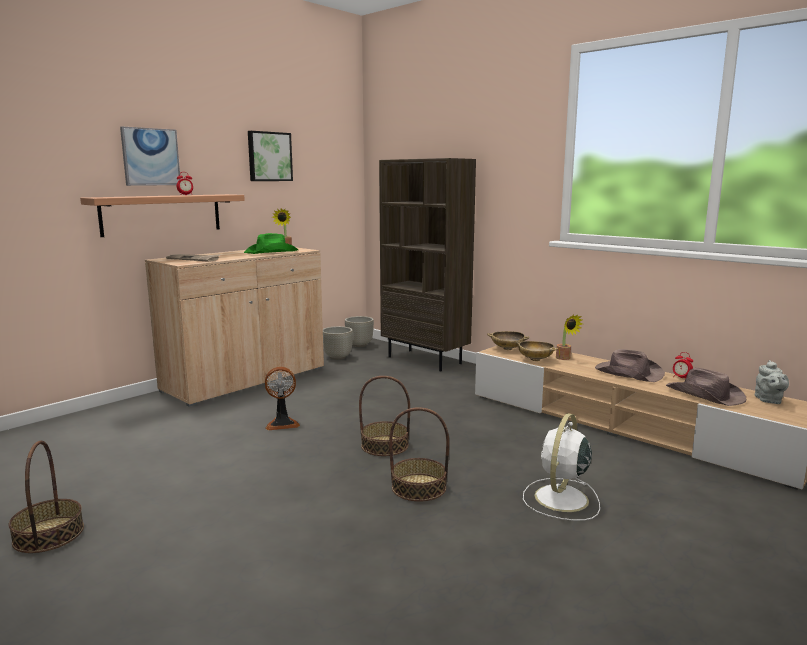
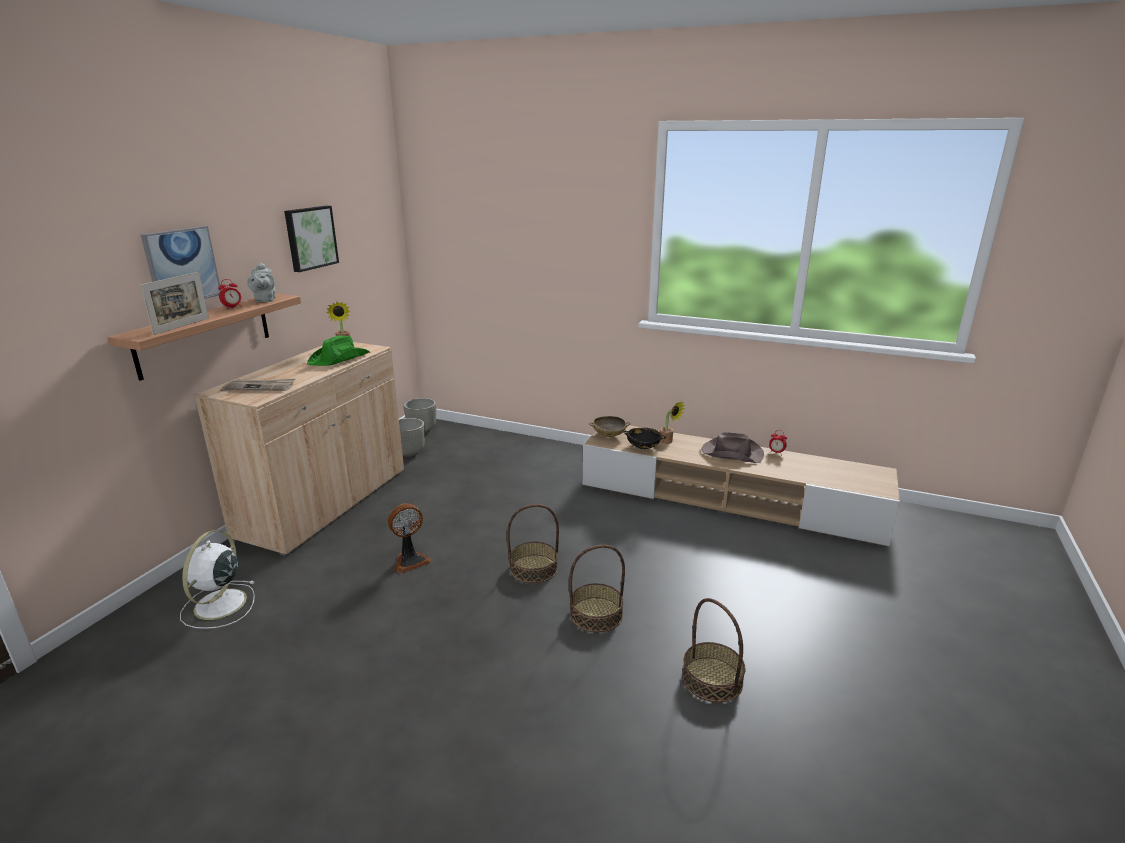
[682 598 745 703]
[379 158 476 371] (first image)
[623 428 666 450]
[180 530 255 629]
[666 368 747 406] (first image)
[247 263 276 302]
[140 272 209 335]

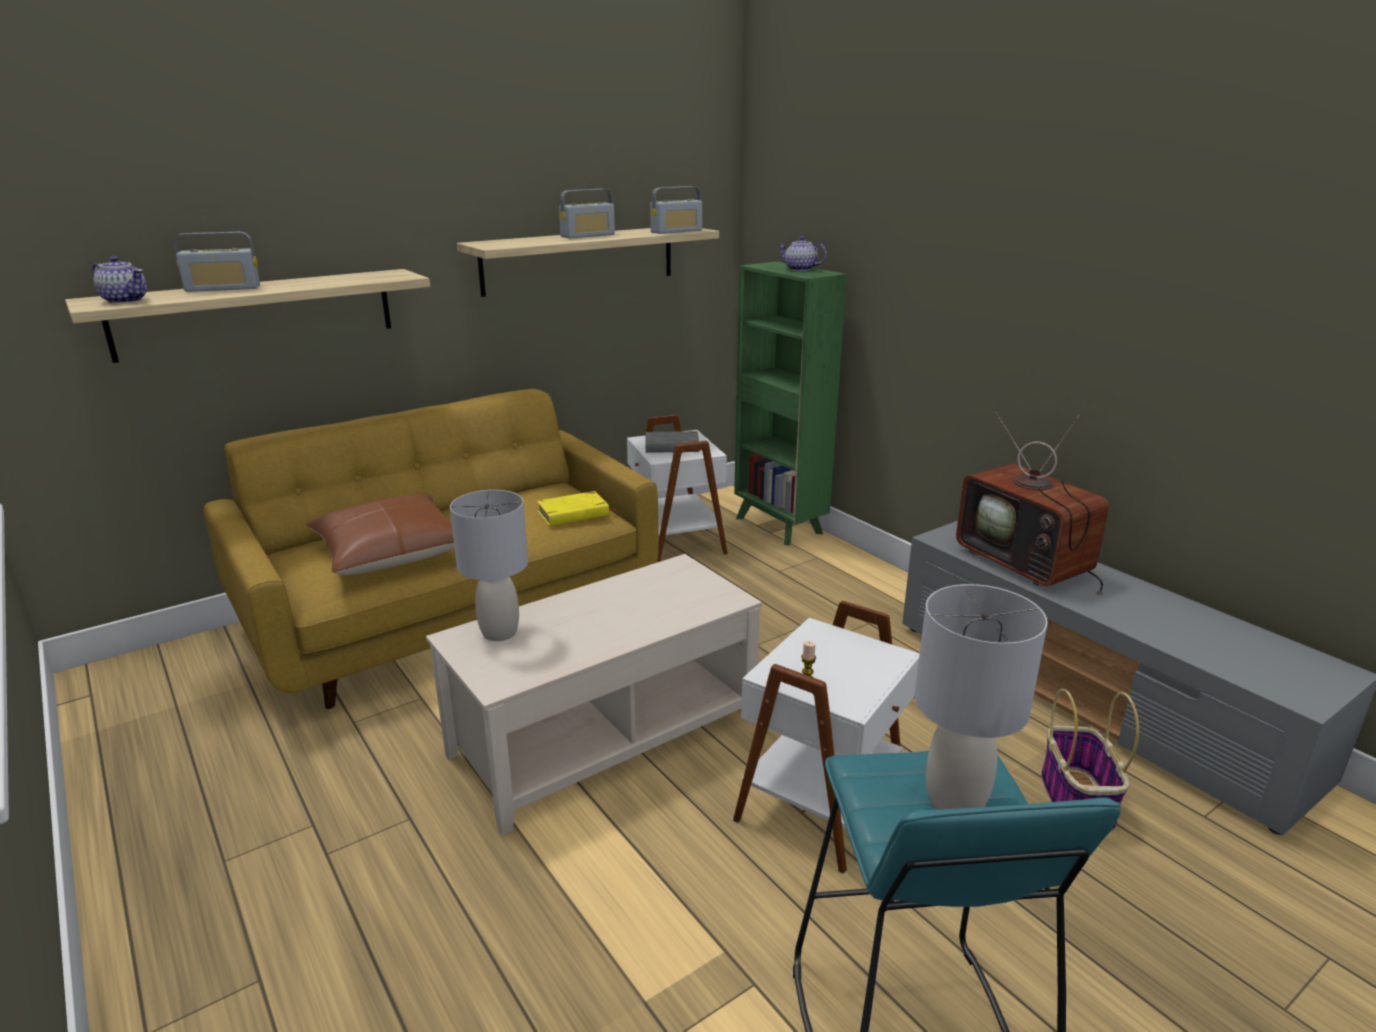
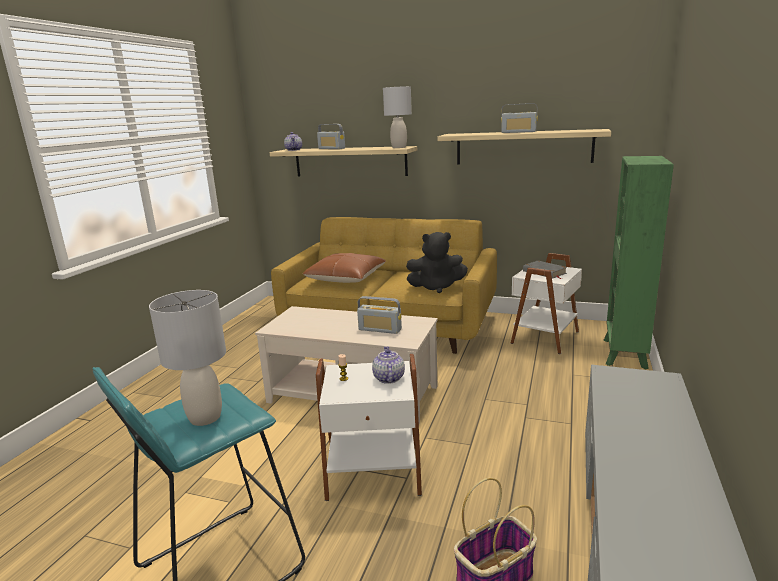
[383 86 412 148]
[406 232 468 293]
[357 296 402 334]
[372 346 405 384]
[956 412 1109 596] (first image)

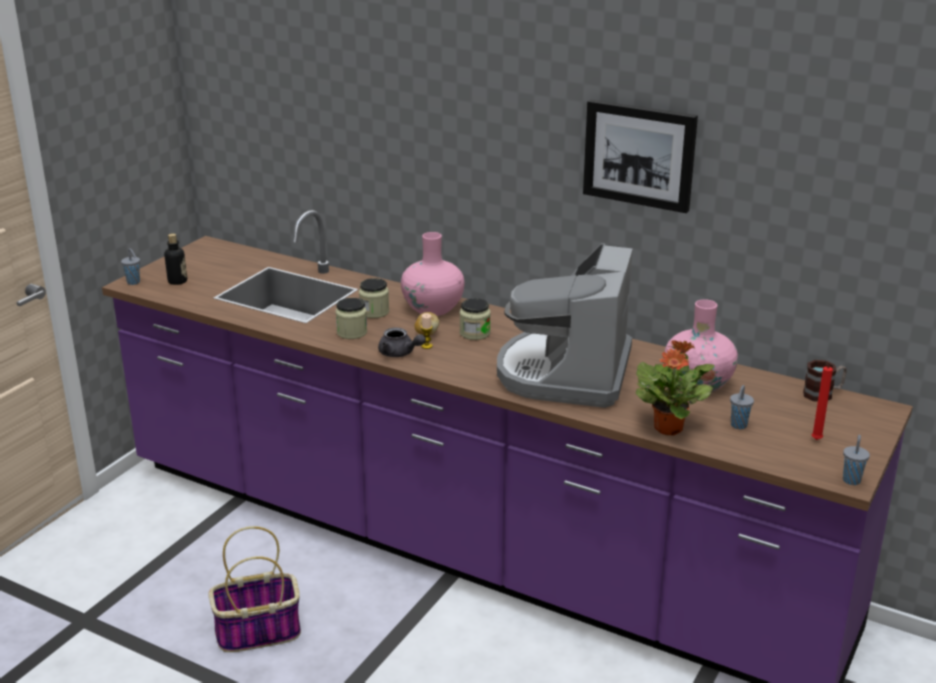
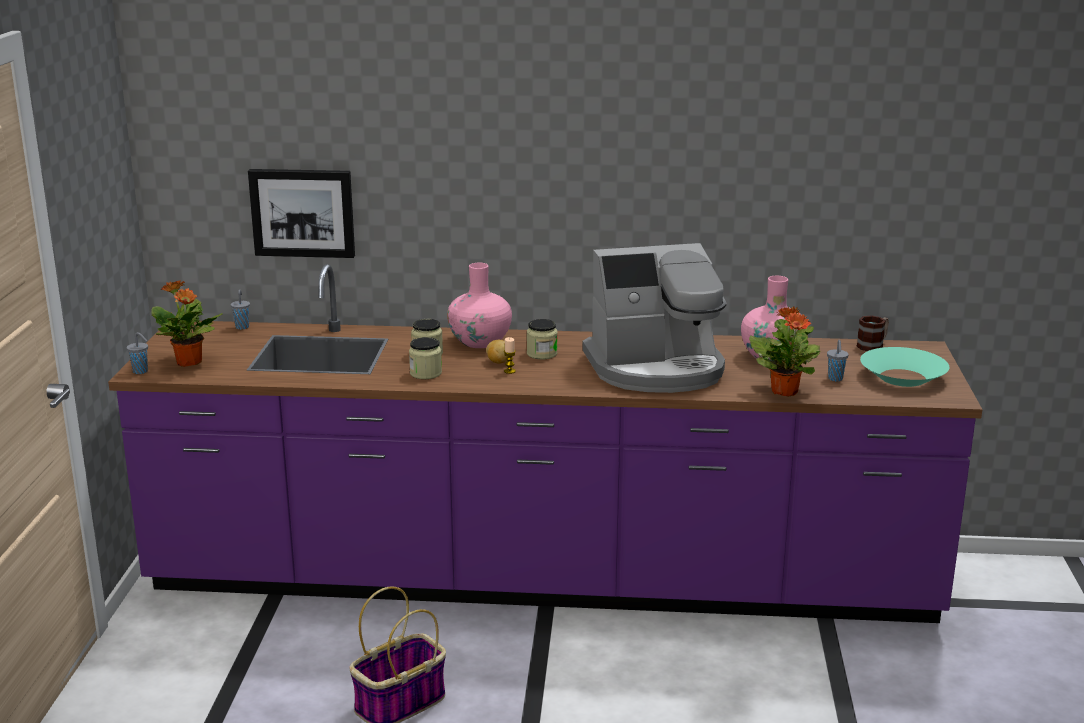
[151 280 223 367]
[378 328 426 357] (first image)
[582 243 727 393]
[248 169 355 258]
[860 347 949 387]
[231 289 250 330]

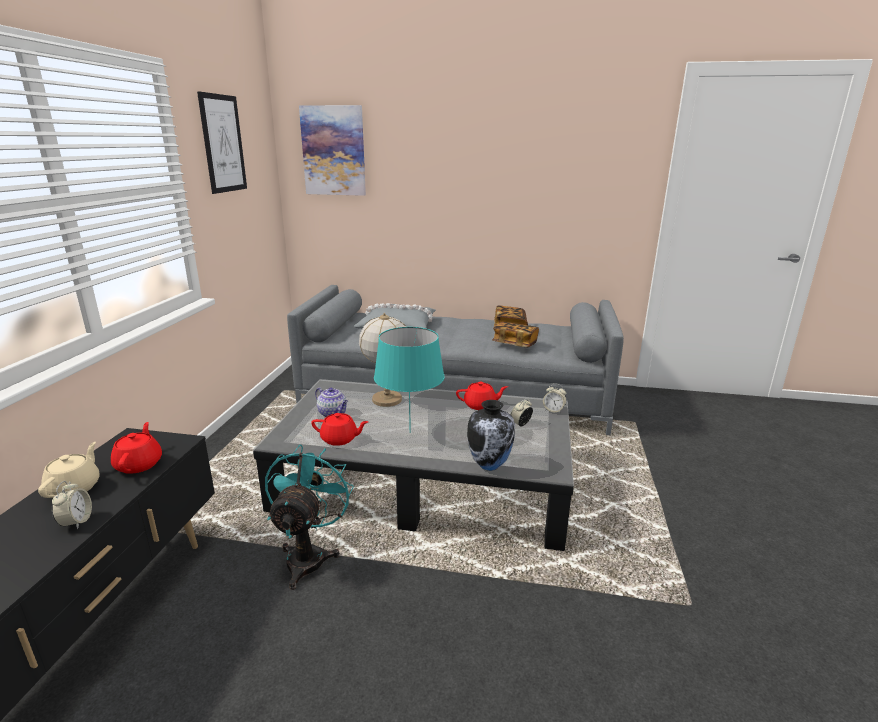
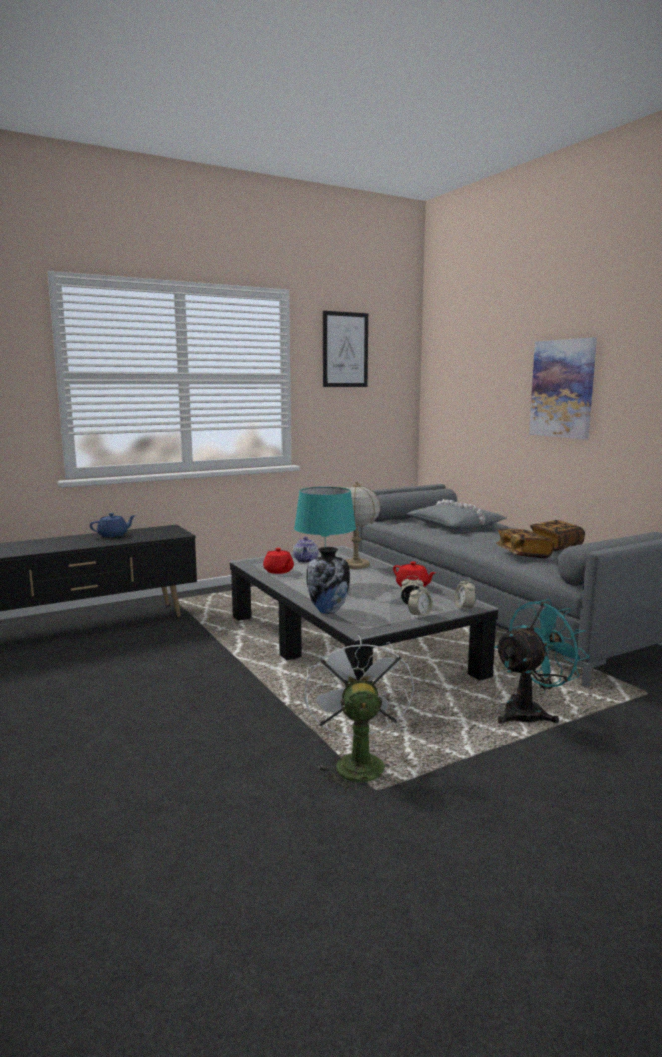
[90 513 136 537]
[408 583 432 619]
[111 422 162 474] (first image)
[494 599 589 724]
[529 337 597 439]
[304 634 414 793]

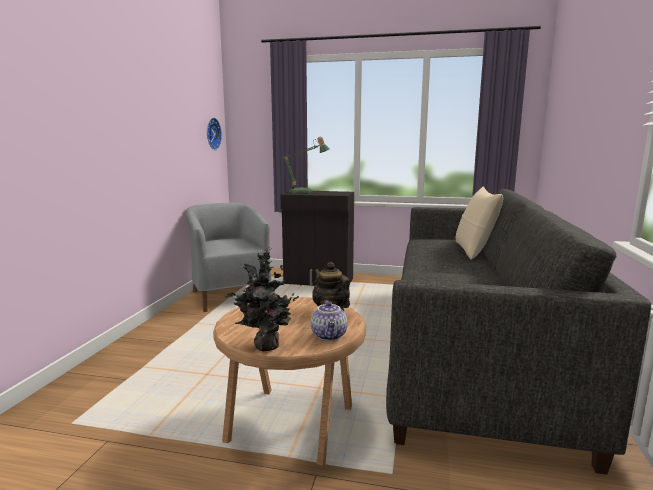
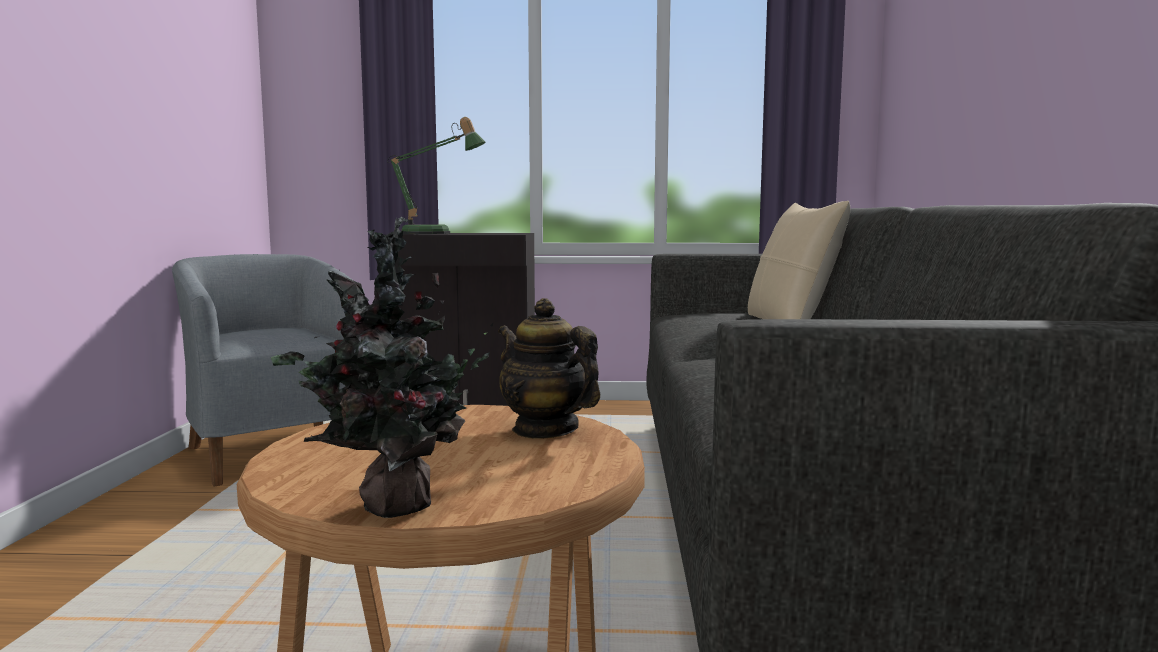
[207 118 222 150] (first image)
[311 300 348 341] (first image)

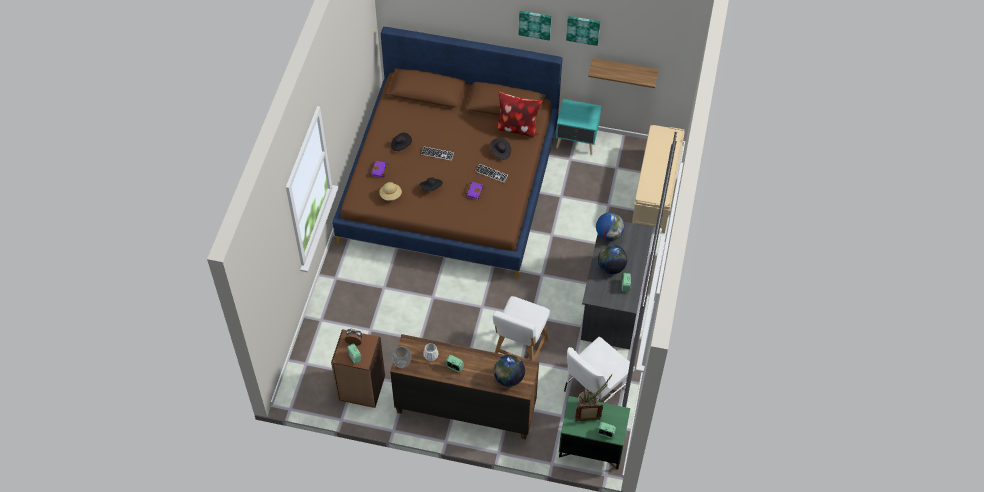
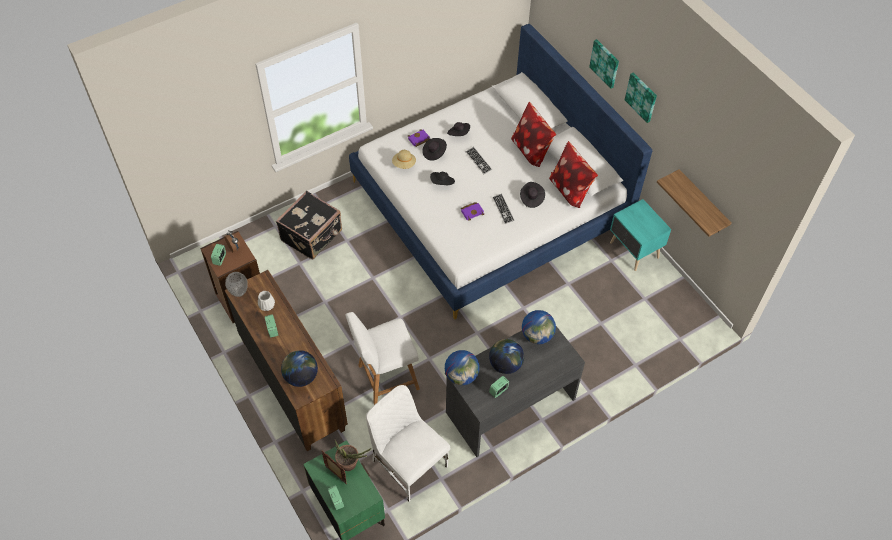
[349 24 652 319]
[366 385 450 502]
[589 39 619 89]
[632 125 685 233] (first image)
[276 191 342 259]
[422 138 447 161]
[445 350 480 385]
[511 102 556 167]

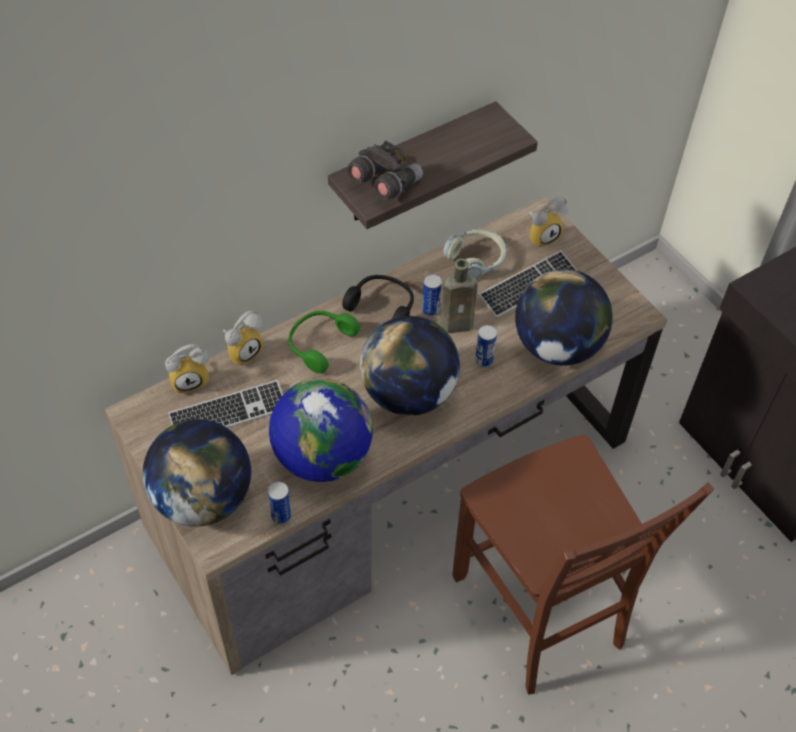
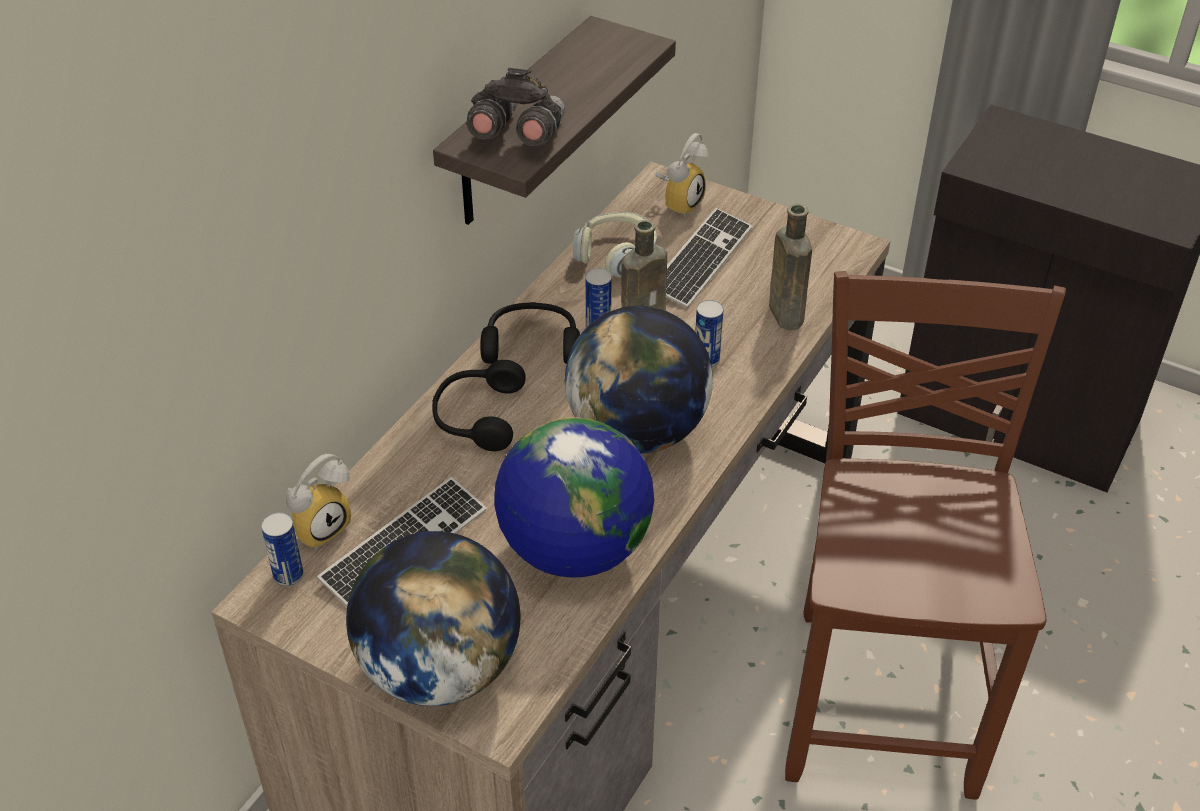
[223 310 263 366] (first image)
[261 512 303 586]
[433 360 526 451]
[785 271 1066 800]
[769 204 812 330]

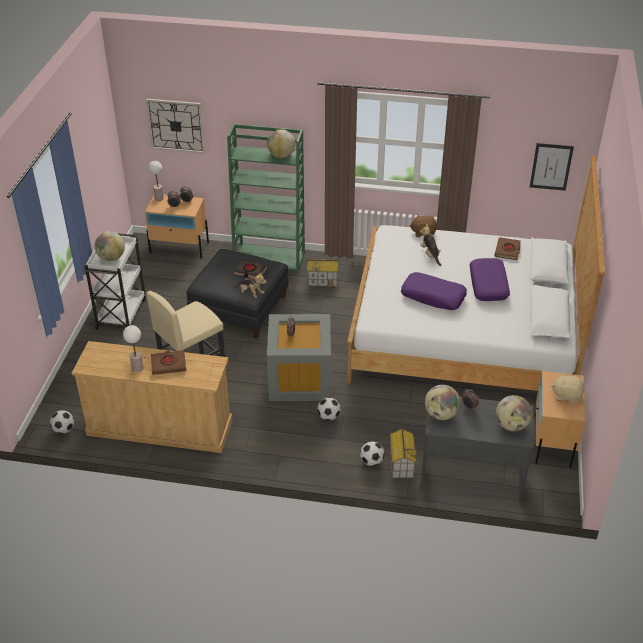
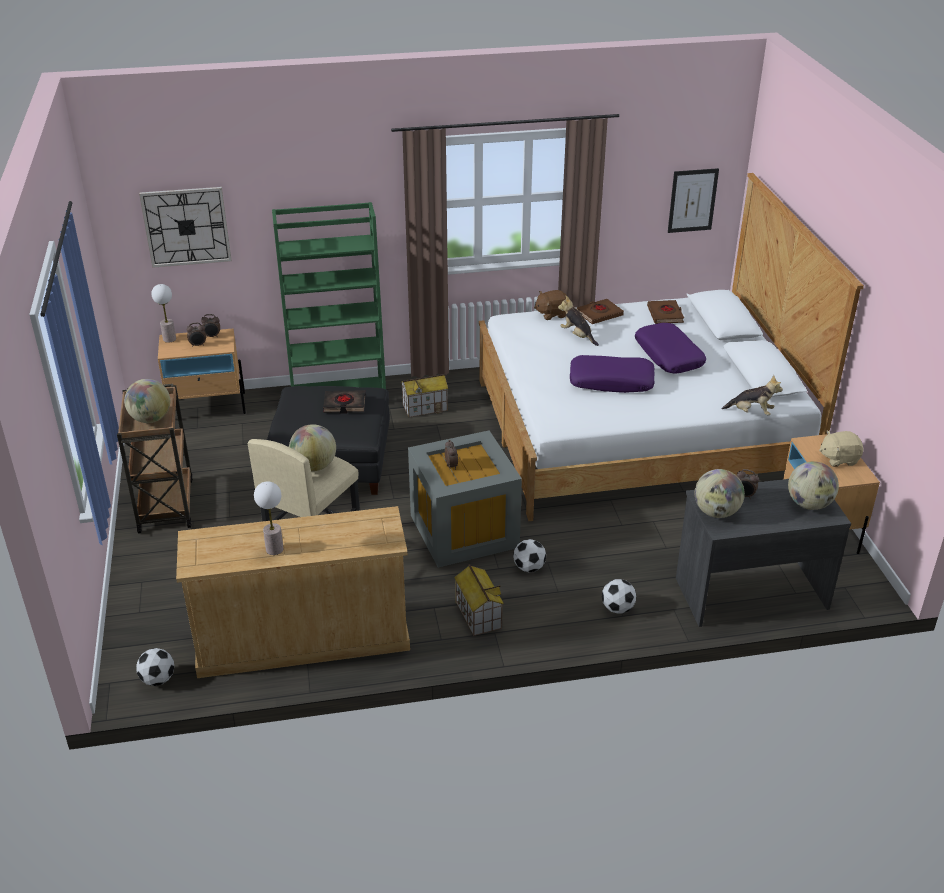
[117 384 193 534]
[577 299 624 324]
[722 375 783 416]
[289 424 336 471]
[454 564 504 636]

